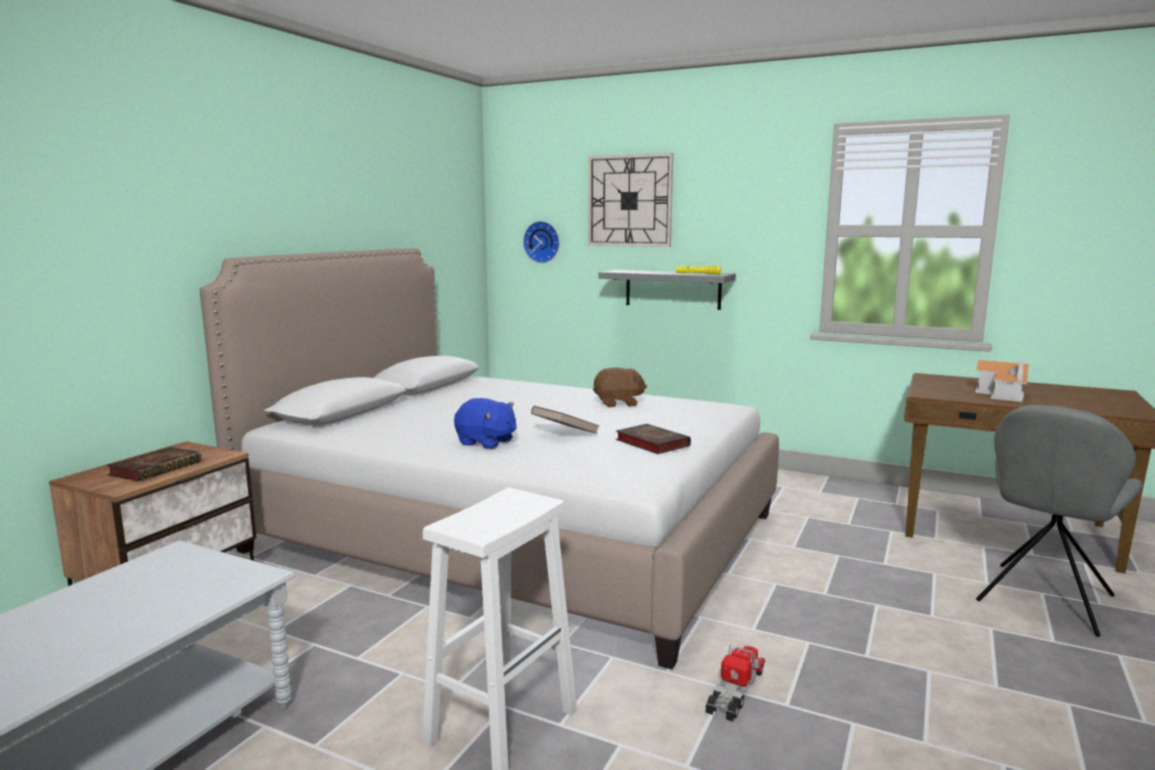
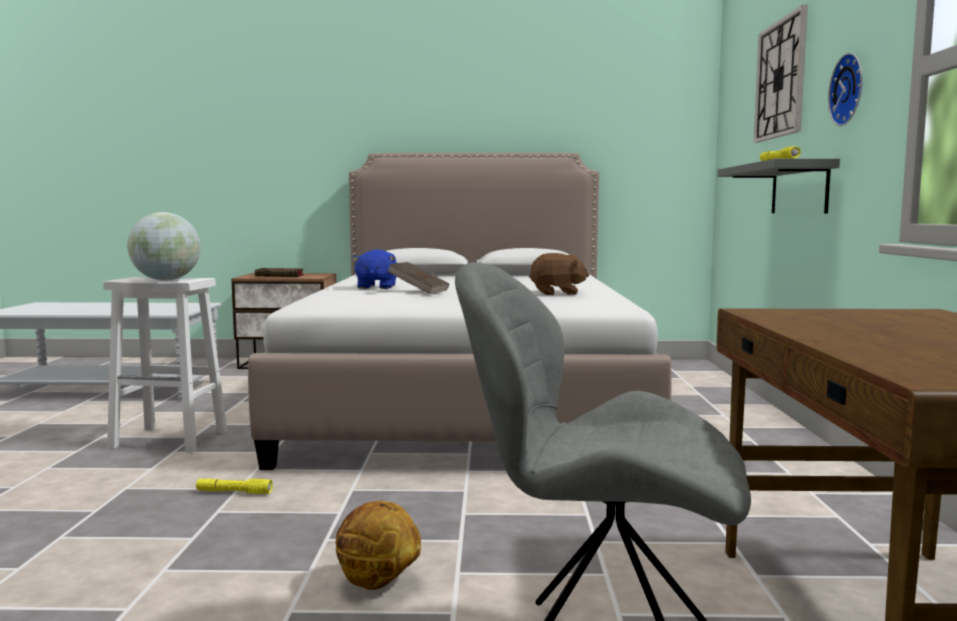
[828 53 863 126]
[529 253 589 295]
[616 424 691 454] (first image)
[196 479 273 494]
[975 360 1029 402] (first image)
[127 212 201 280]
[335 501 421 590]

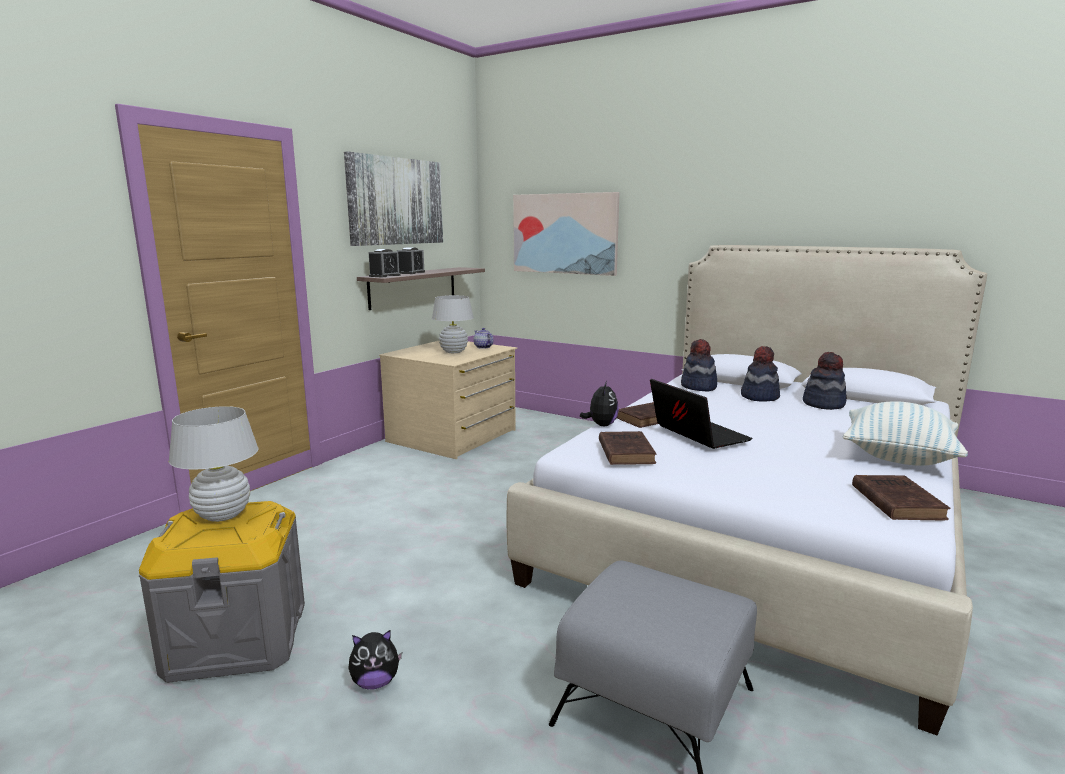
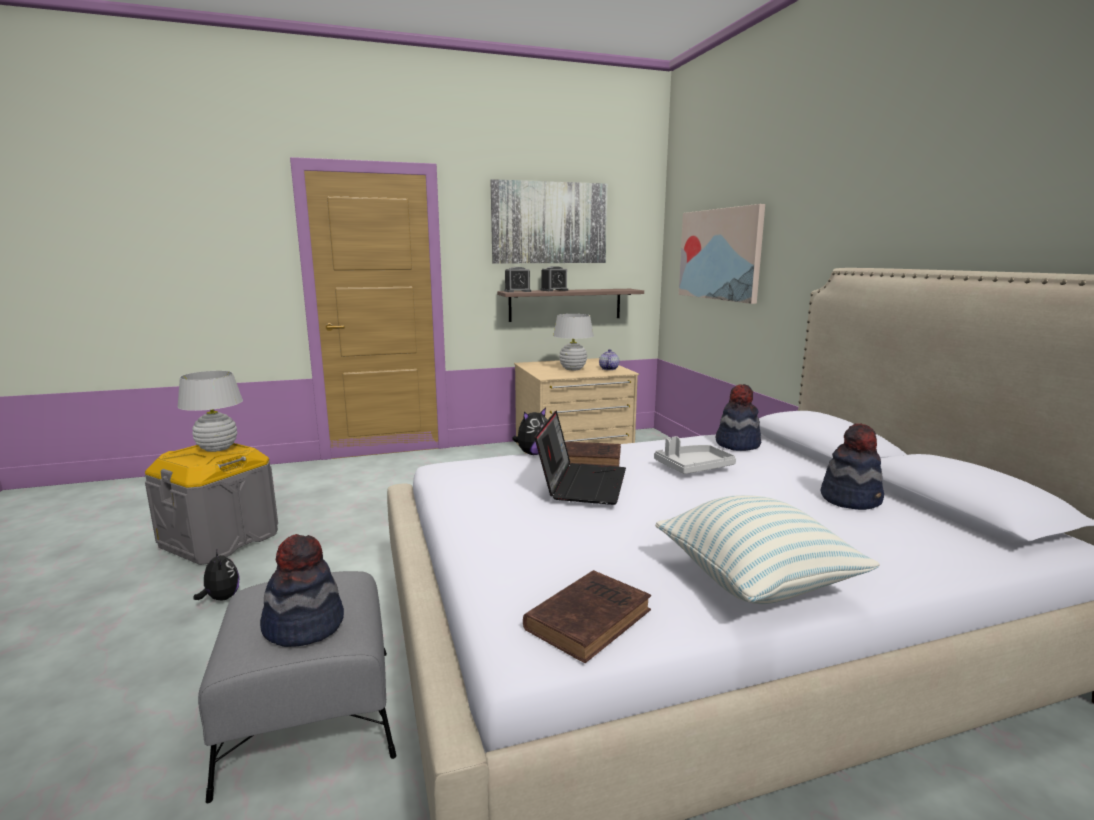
[193 548 240 600]
[599 431 657 465] (first image)
[260 534 344 647]
[654 436 736 474]

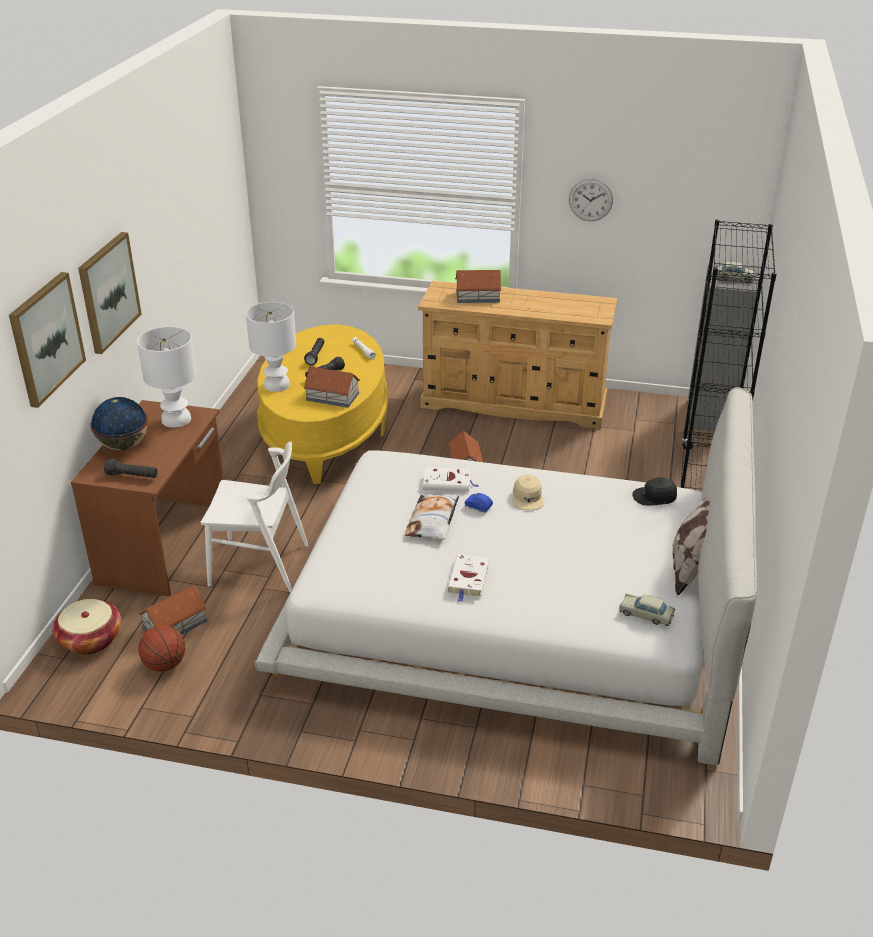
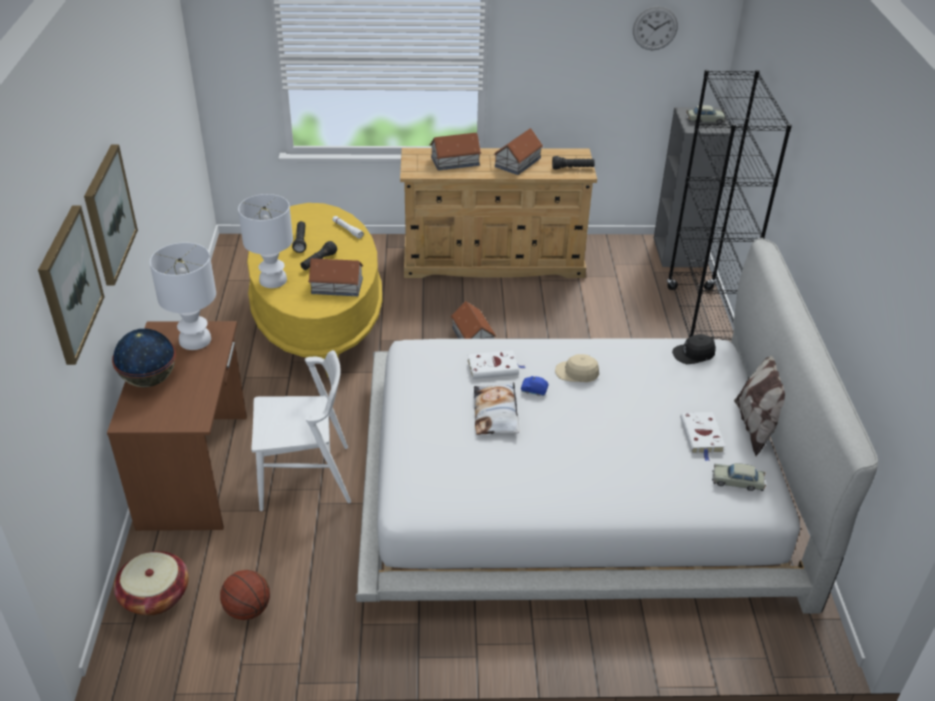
[552 156 595 169]
[494 128 543 175]
[680 412 725 461]
[555 354 599 382]
[633 6 678 50]

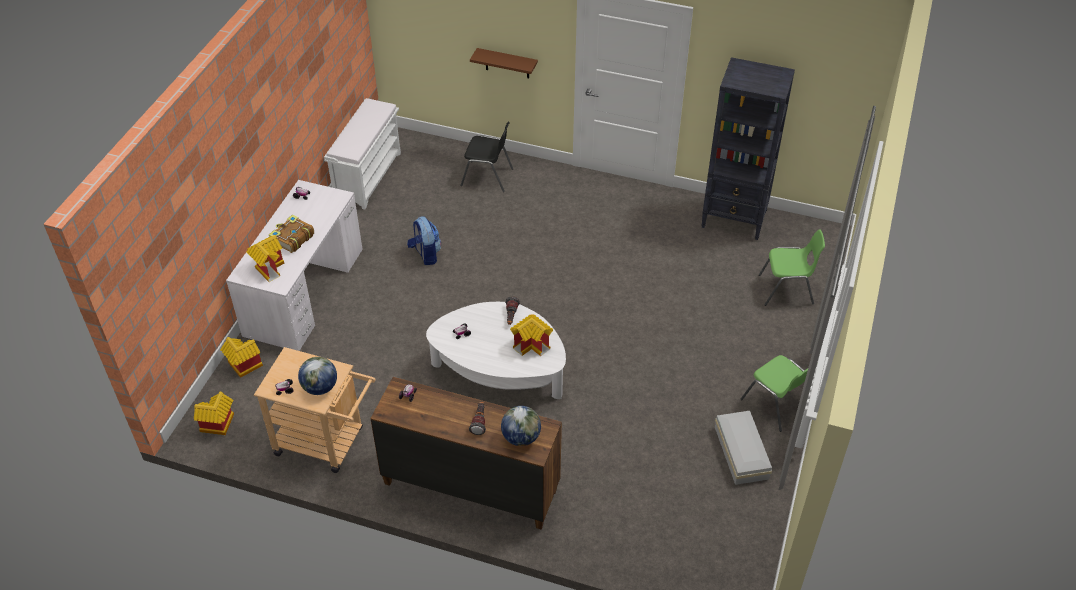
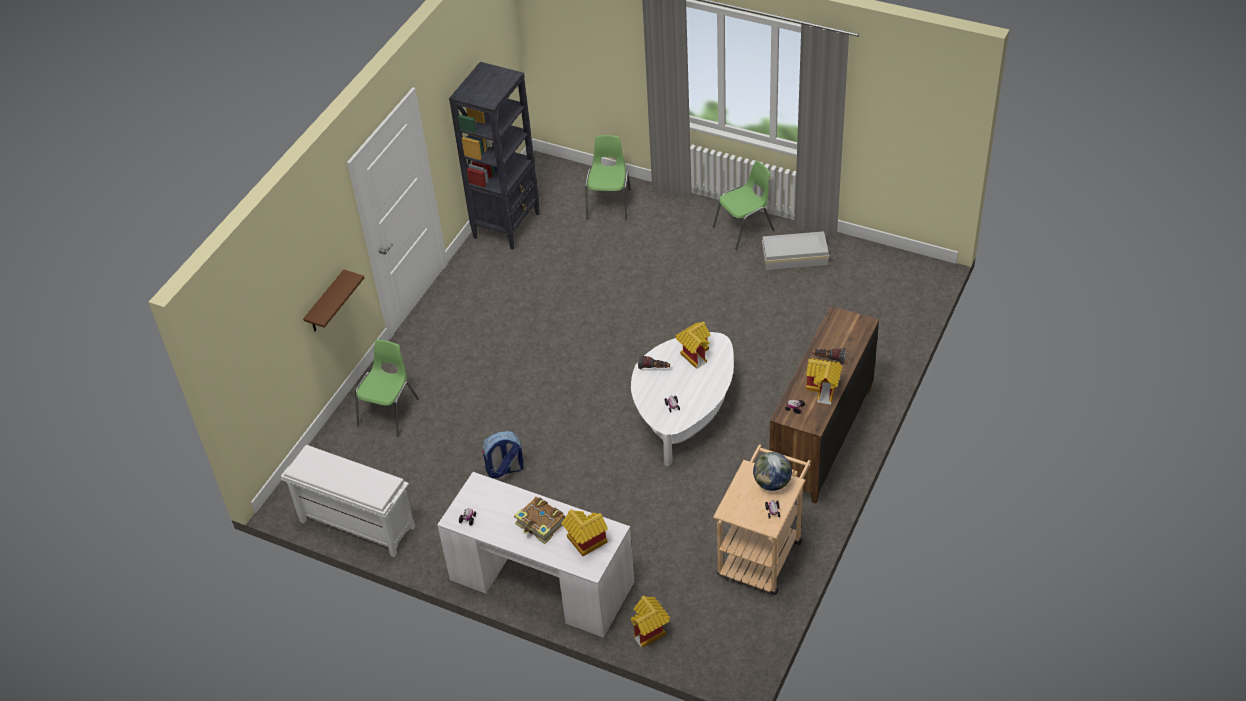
[806 358 842 405]
[355 340 419 437]
[501 406 541 446] (first image)

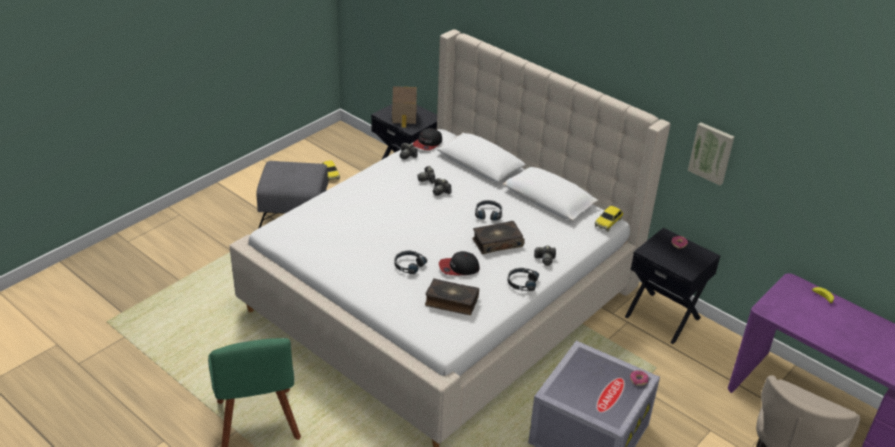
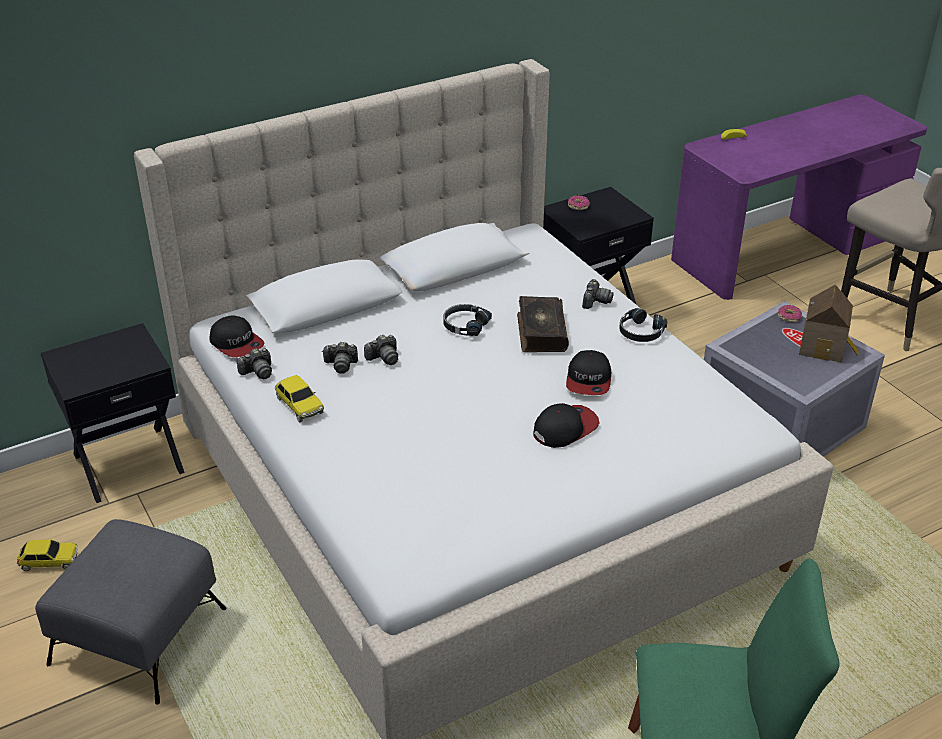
[799 284 859 363]
[533 403 600 448]
[425 278 479 315] (first image)
[275 375 324 422]
[688 122 734 185] (first image)

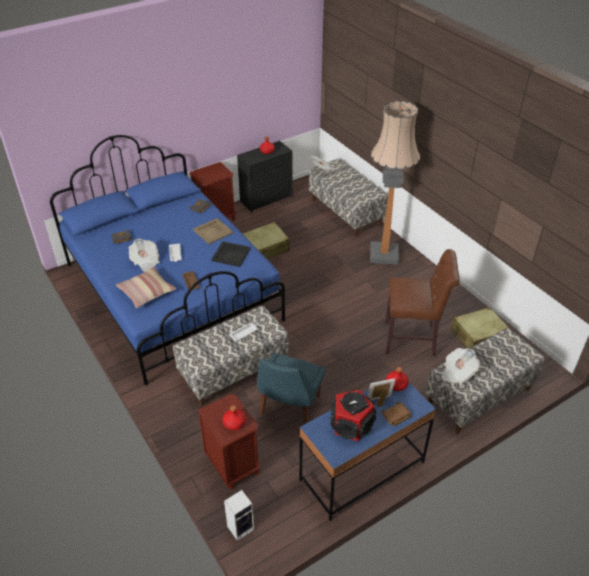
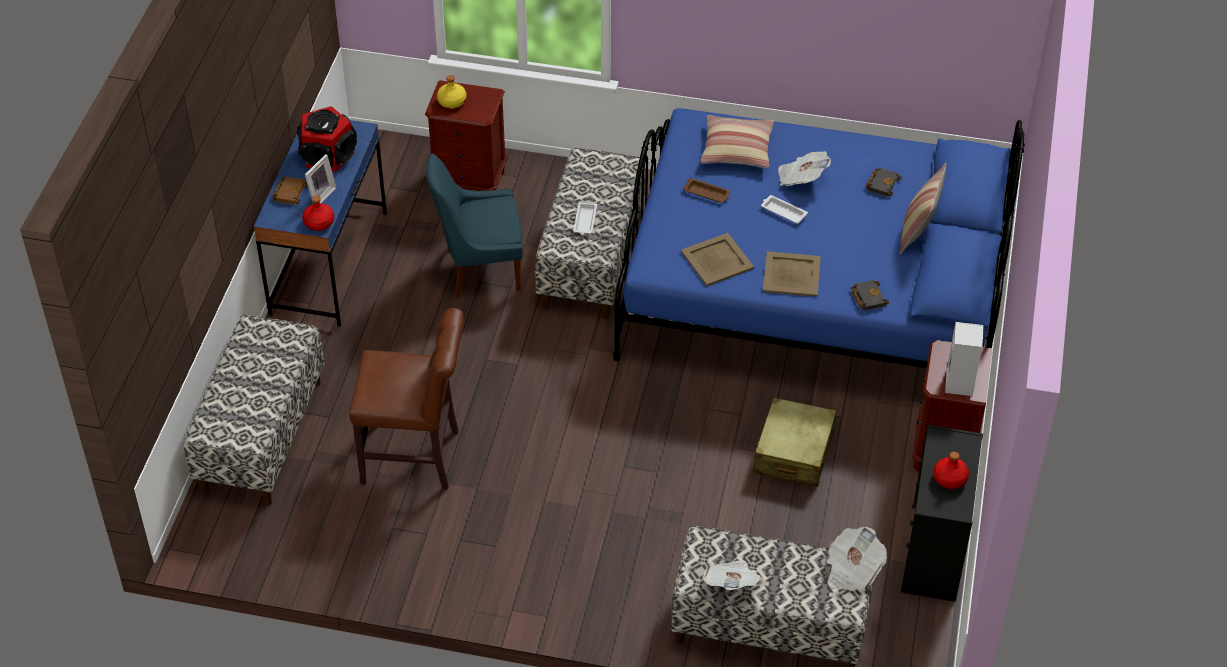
[681 233 754 286]
[437 75 467 109]
[945 322 984 396]
[426 153 523 298]
[370 100 420 265] (first image)
[349 308 464 490]
[702 560 762 590]
[451 307 511 349] (first image)
[899 163 946 254]

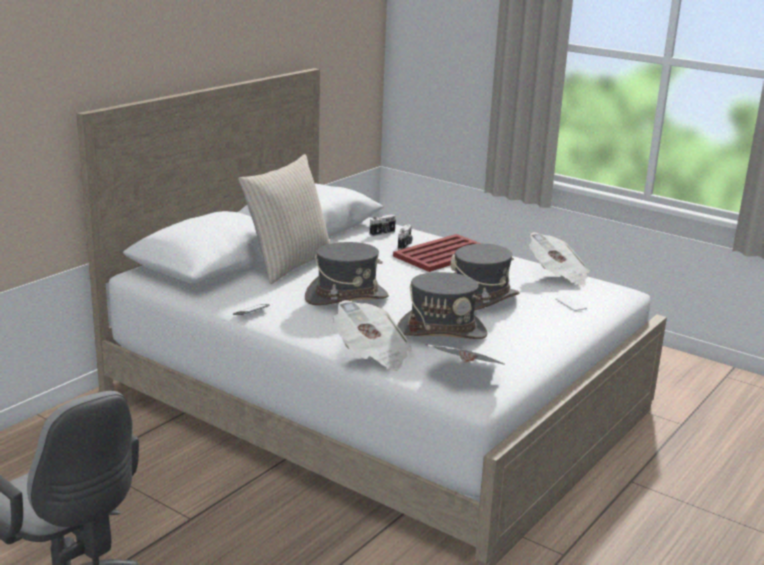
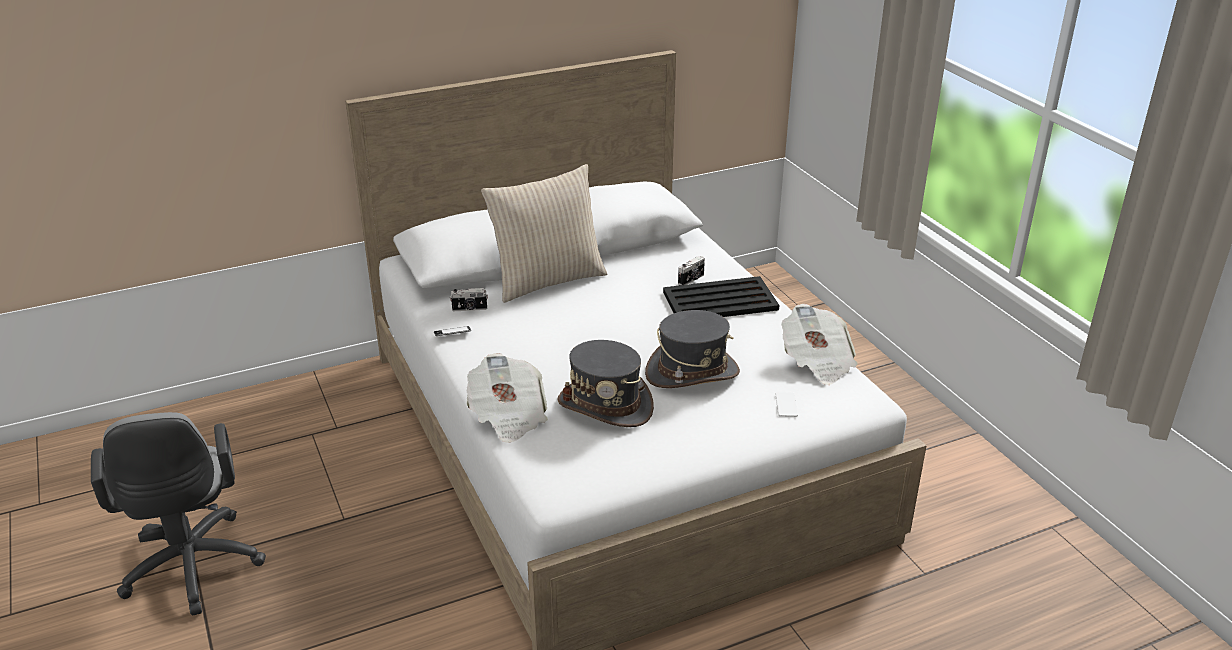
[305 242 389 305] (first image)
[450 288 488 311]
[663 276 779 317]
[425 344 506 365] (first image)

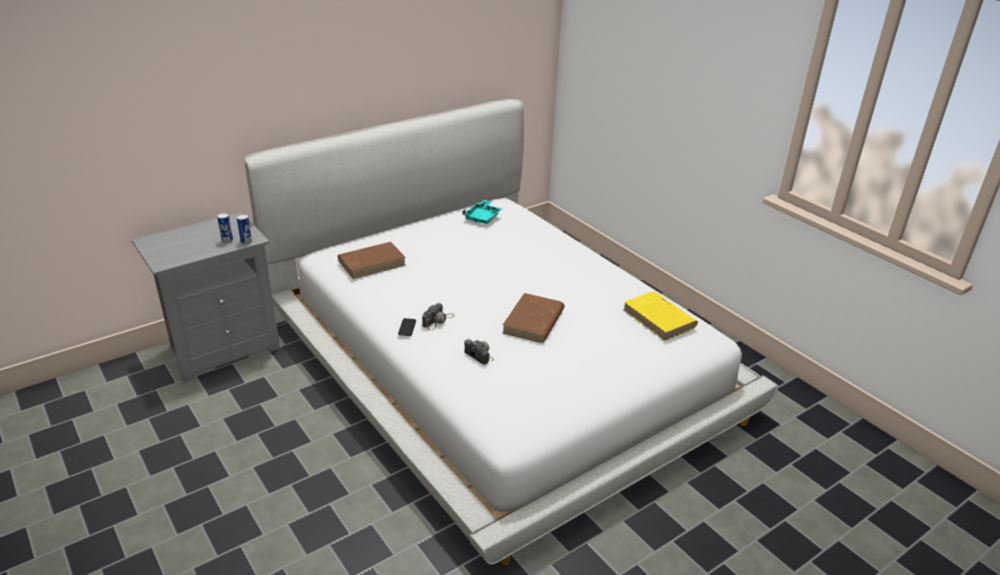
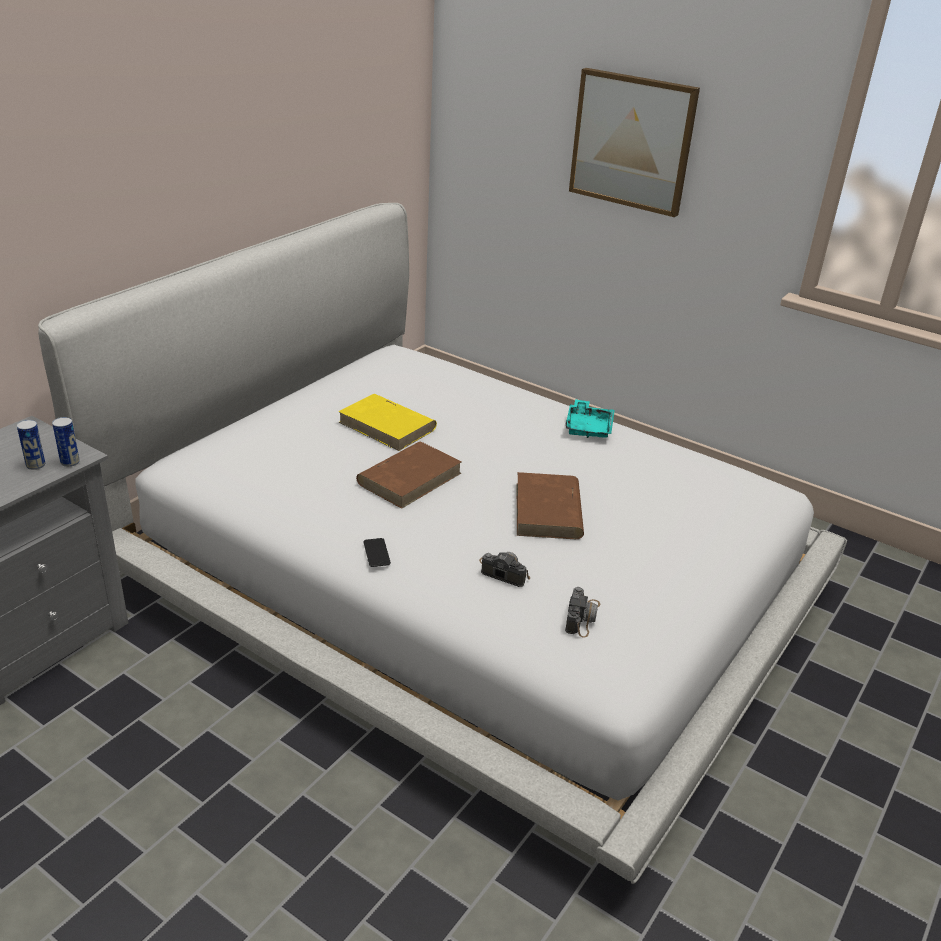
[356 442 461 509]
[565 587 600 637]
[566 399 615 438]
[338 394 437 451]
[569 68 700 217]

